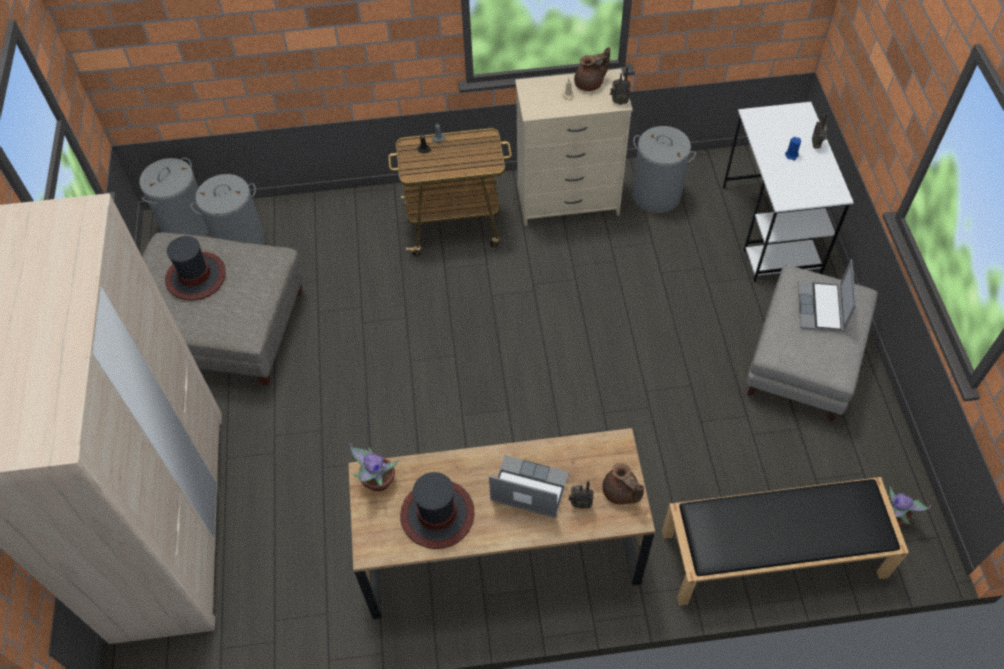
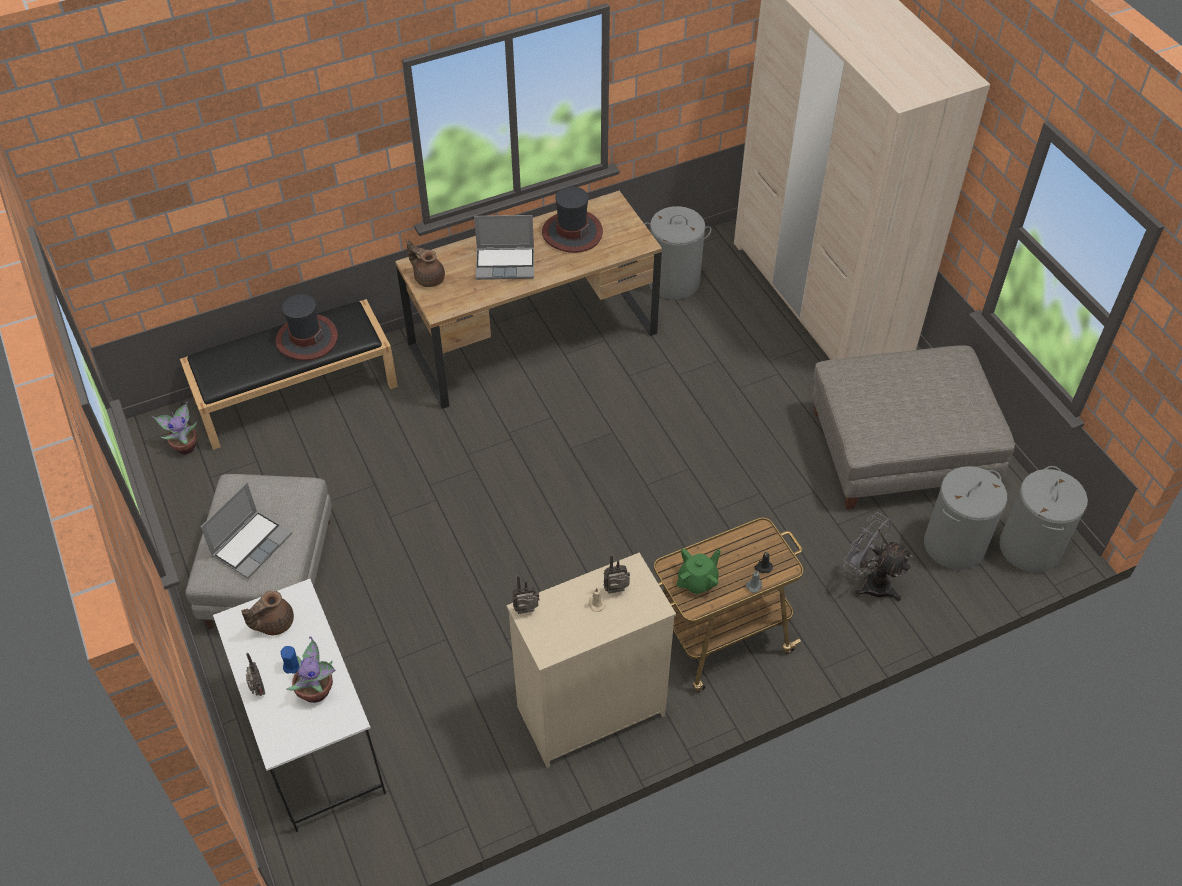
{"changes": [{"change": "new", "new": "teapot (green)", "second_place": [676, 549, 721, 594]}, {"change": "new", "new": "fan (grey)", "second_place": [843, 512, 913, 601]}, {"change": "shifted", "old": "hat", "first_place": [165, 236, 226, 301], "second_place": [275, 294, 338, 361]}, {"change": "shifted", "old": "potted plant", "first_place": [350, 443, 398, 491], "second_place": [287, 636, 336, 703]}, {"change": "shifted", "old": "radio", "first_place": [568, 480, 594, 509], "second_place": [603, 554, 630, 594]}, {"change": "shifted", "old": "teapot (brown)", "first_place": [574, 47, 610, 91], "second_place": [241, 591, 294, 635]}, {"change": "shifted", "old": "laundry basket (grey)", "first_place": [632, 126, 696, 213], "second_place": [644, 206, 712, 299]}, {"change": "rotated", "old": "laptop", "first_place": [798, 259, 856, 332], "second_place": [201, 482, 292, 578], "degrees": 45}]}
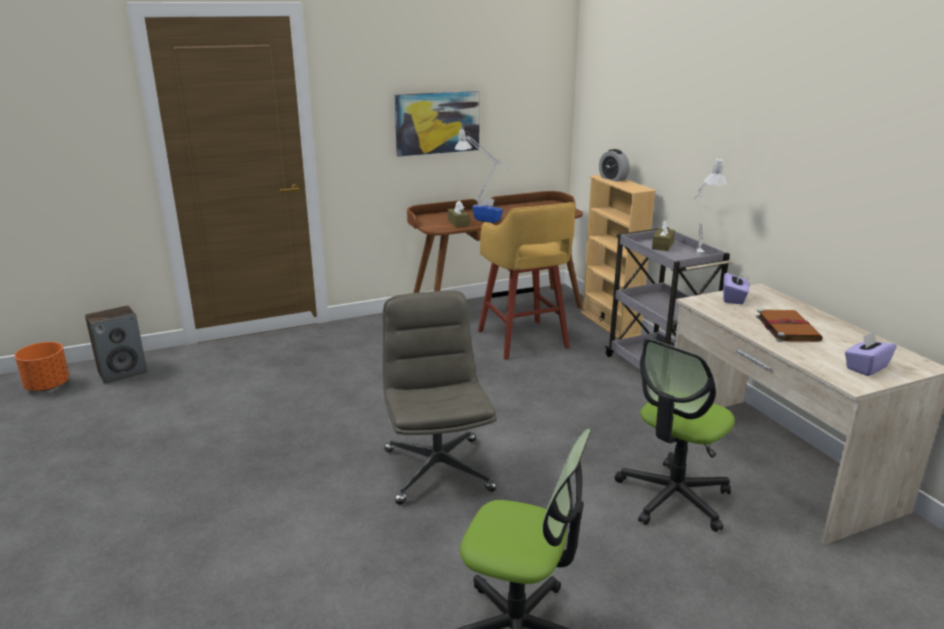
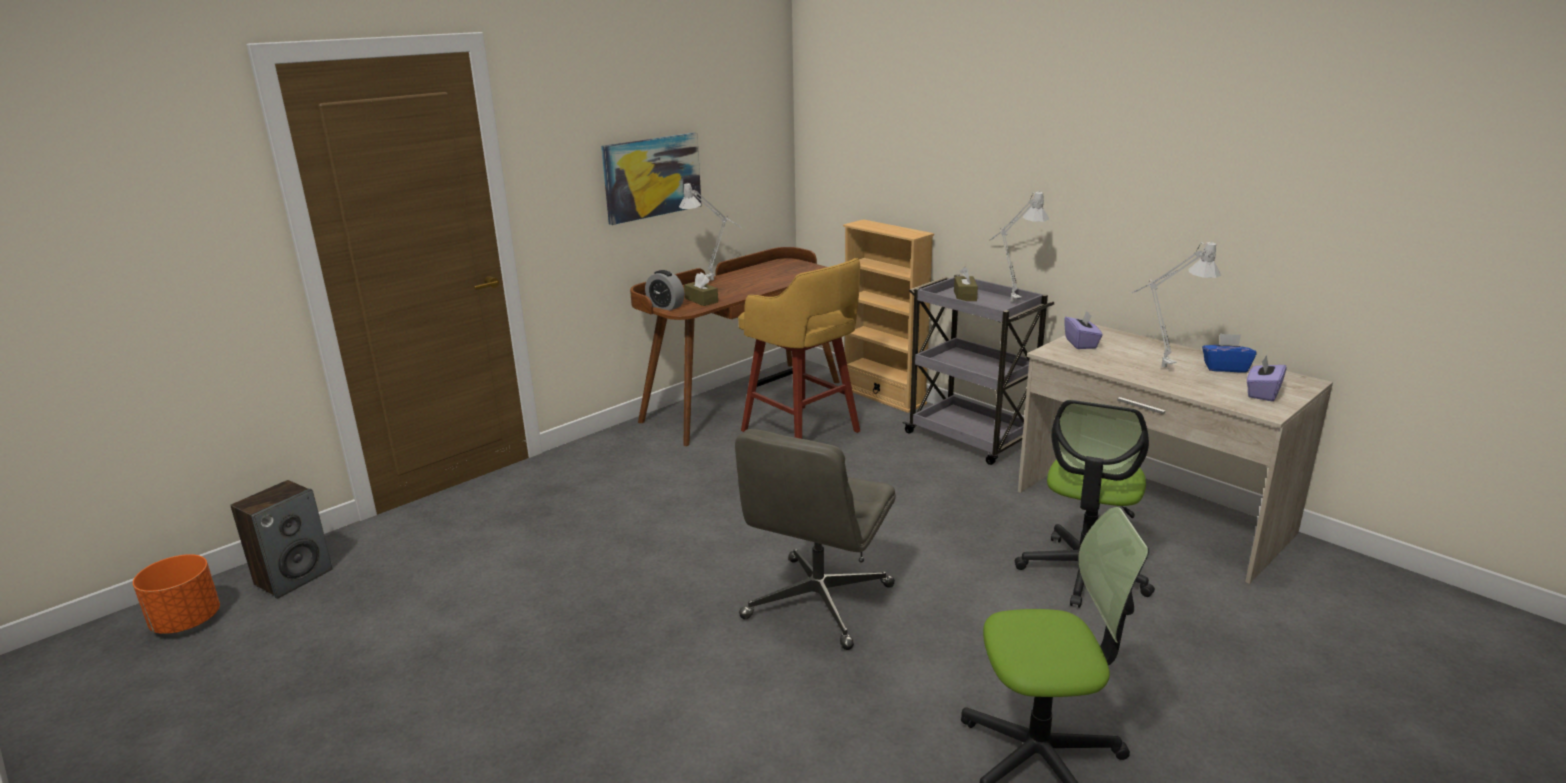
{"changes": [{"change": "shifted", "old": "tissue box (blue)", "first_place": [472, 198, 503, 223], "second_place": [1202, 333, 1257, 373]}, {"change": "shifted", "old": "alarm clock", "first_place": [599, 149, 630, 182], "second_place": [645, 270, 684, 311]}, {"change": "swapped", "old": "book (brown)", "new": "table lamp (grey)", "first_place": [756, 309, 823, 342], "second_place": [1132, 241, 1221, 372]}, {"change": "rotated", "old": "office chair (grey)", "first_place": [383, 290, 497, 505], "second_place": [735, 429, 896, 650], "degrees": -120}]}
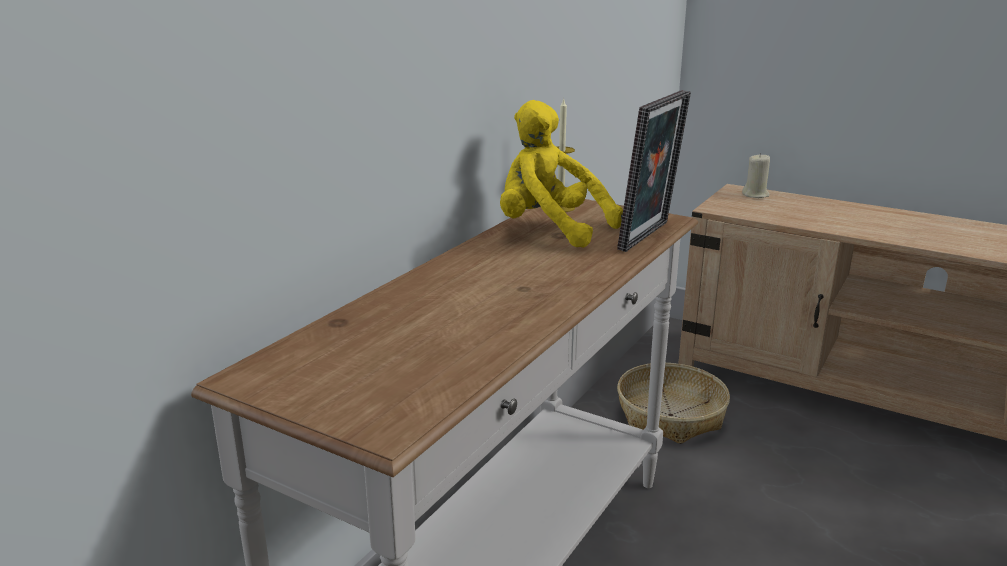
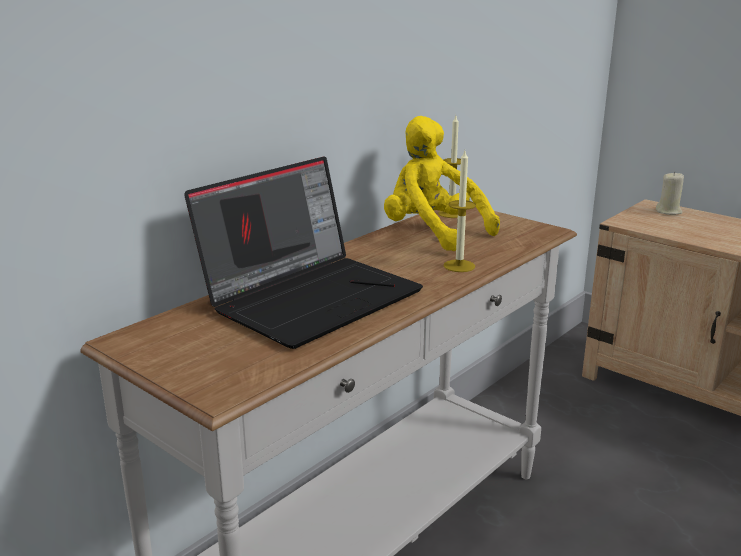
{"changes": [{"change": "gone", "old": "picture frame", "first_place": [617, 90, 691, 252]}, {"change": "gone", "old": "basket", "first_place": [617, 363, 730, 444]}, {"change": "new", "new": "laptop", "second_place": [184, 156, 423, 349]}, {"change": "new", "new": "candle", "second_place": [444, 151, 476, 272]}]}
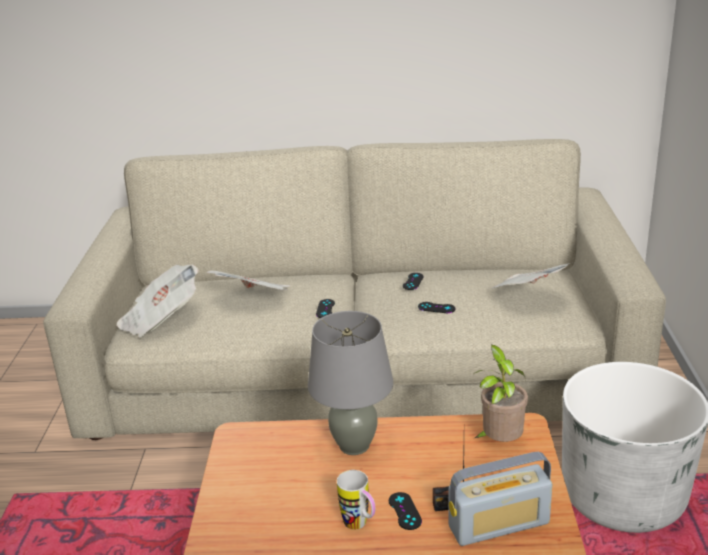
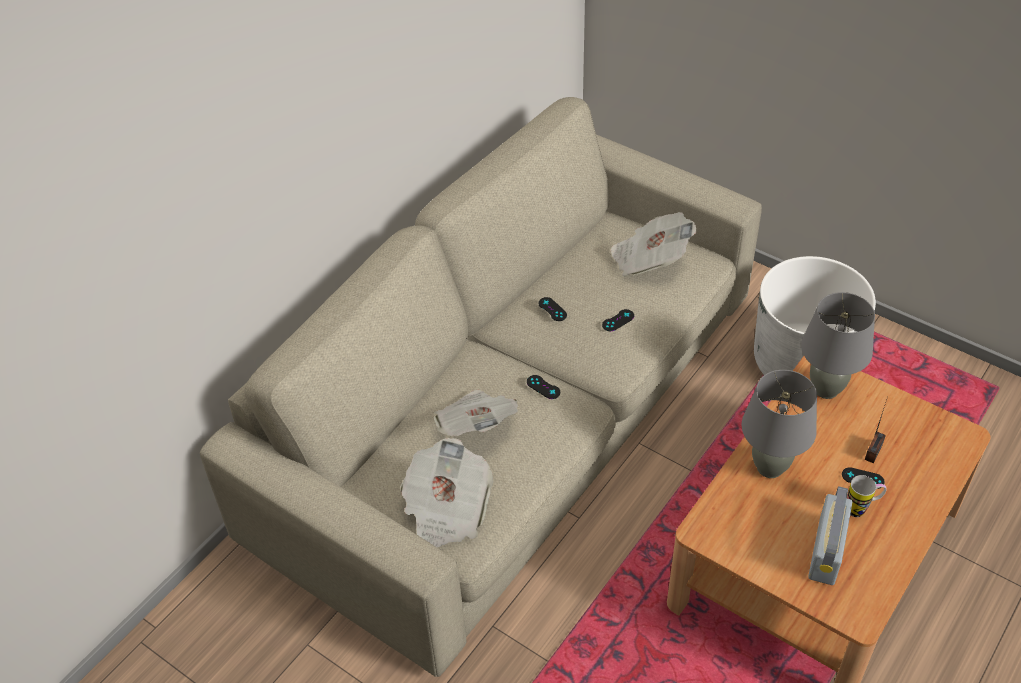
{"changes": [{"change": "shifted", "old": "radio", "first_place": [449, 452, 552, 546], "second_place": [808, 486, 852, 585]}, {"change": "swapped", "old": "potted plant", "new": "table lamp (grey)", "first_place": [474, 345, 528, 442], "second_place": [801, 292, 875, 399]}]}
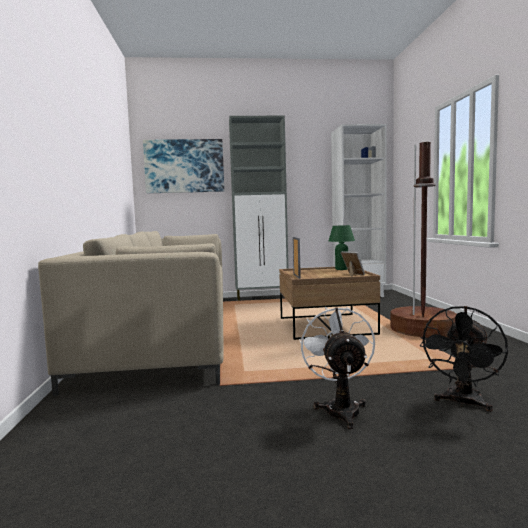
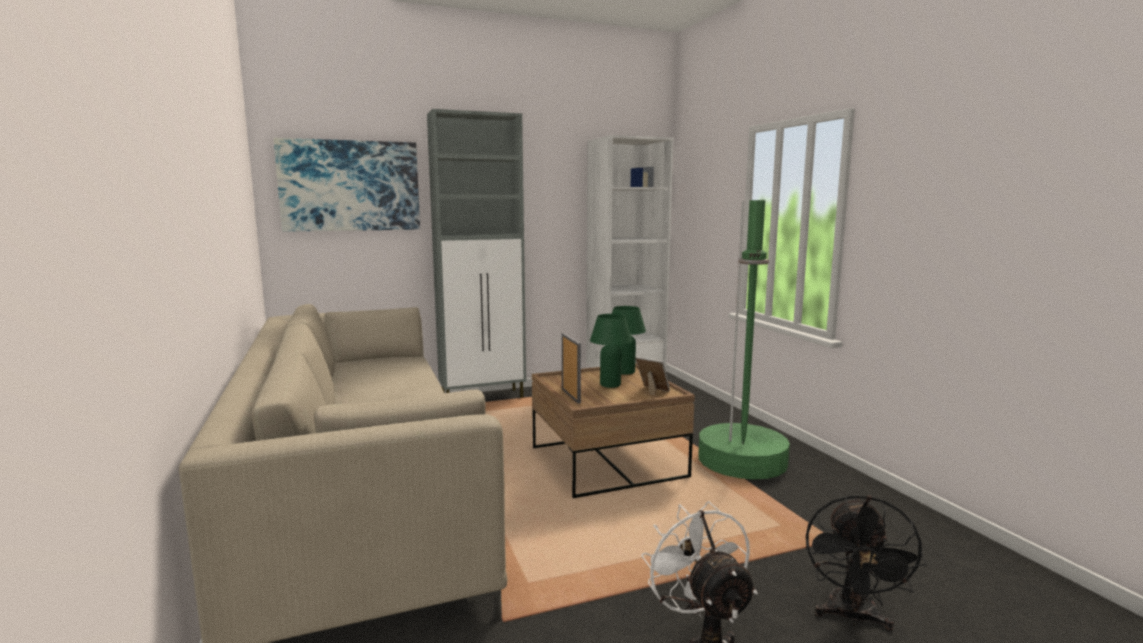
{"changes": [{"change": "new", "new": "table lamp (green)", "second_place": [590, 314, 632, 388]}, {"change": "repainted", "old": "floor lamp (brown)", "new": "floor lamp (green)", "first_place": [391, 142, 456, 338], "second_place": [698, 200, 790, 480]}]}
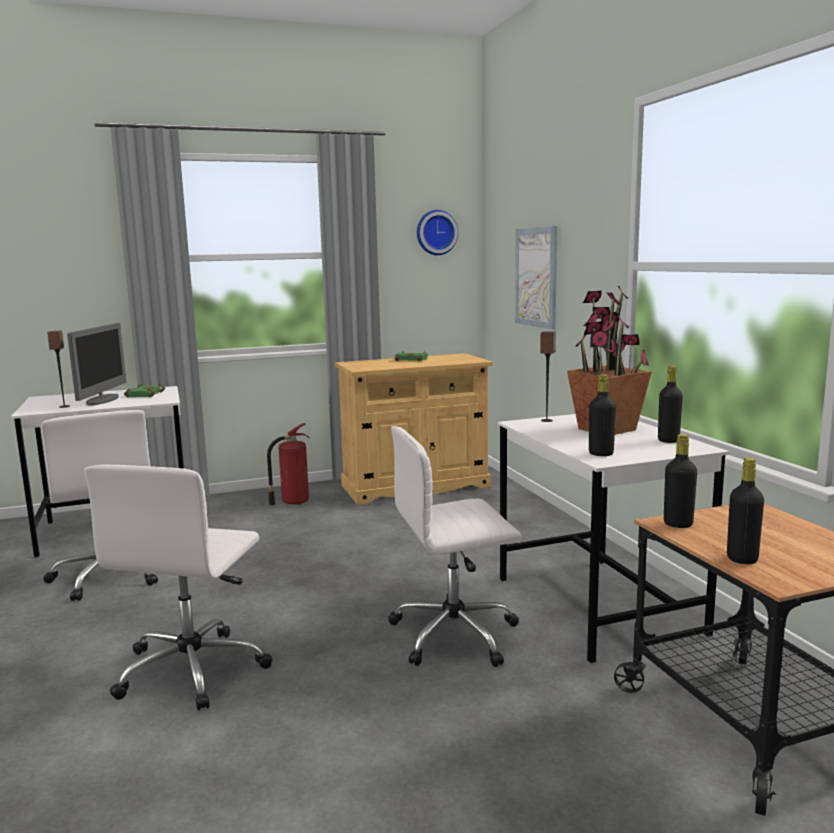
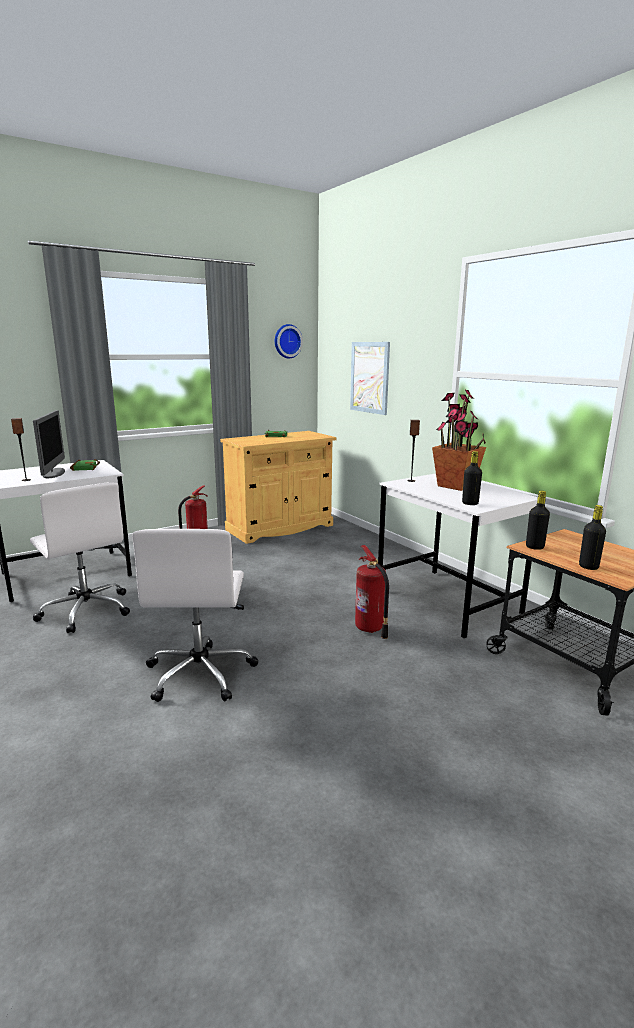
{"changes": [{"change": "gone", "old": "bottle (black)", "first_place": [658, 366, 683, 443]}, {"change": "swapped", "old": "office chair (white)", "new": "fire extinguisher", "first_place": [388, 426, 522, 667], "second_place": [355, 545, 389, 639]}]}
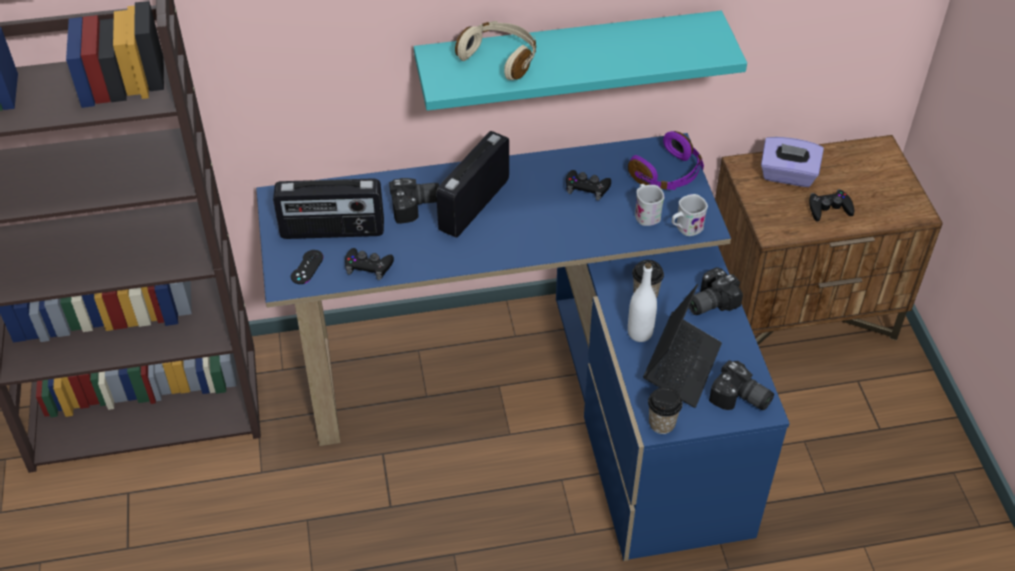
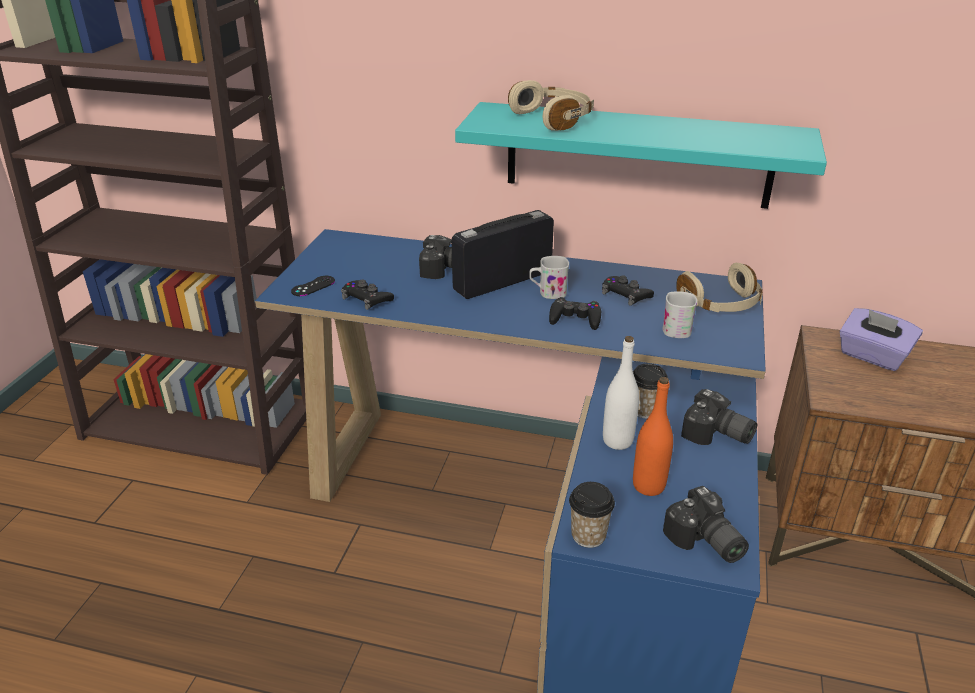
{"changes": [{"change": "gone", "old": "radio", "first_place": [273, 178, 384, 239]}, {"change": "shifted", "old": "mug (white)", "first_place": [672, 194, 708, 236], "second_place": [529, 256, 569, 299]}, {"change": "shifted", "old": "game controller (black)", "first_place": [809, 189, 854, 221], "second_place": [549, 297, 601, 330]}, {"change": "swapped", "old": "laptop", "new": "bottle (orange)", "first_place": [643, 284, 722, 408], "second_place": [633, 377, 673, 496]}, {"change": "repainted", "old": "headphones (purple)", "new": "headphones (beige)", "first_place": [628, 131, 704, 190], "second_place": [676, 263, 763, 312]}, {"change": "rotated", "old": "photo camera", "first_place": [689, 267, 743, 315], "second_place": [681, 389, 757, 445], "degrees": -135}]}
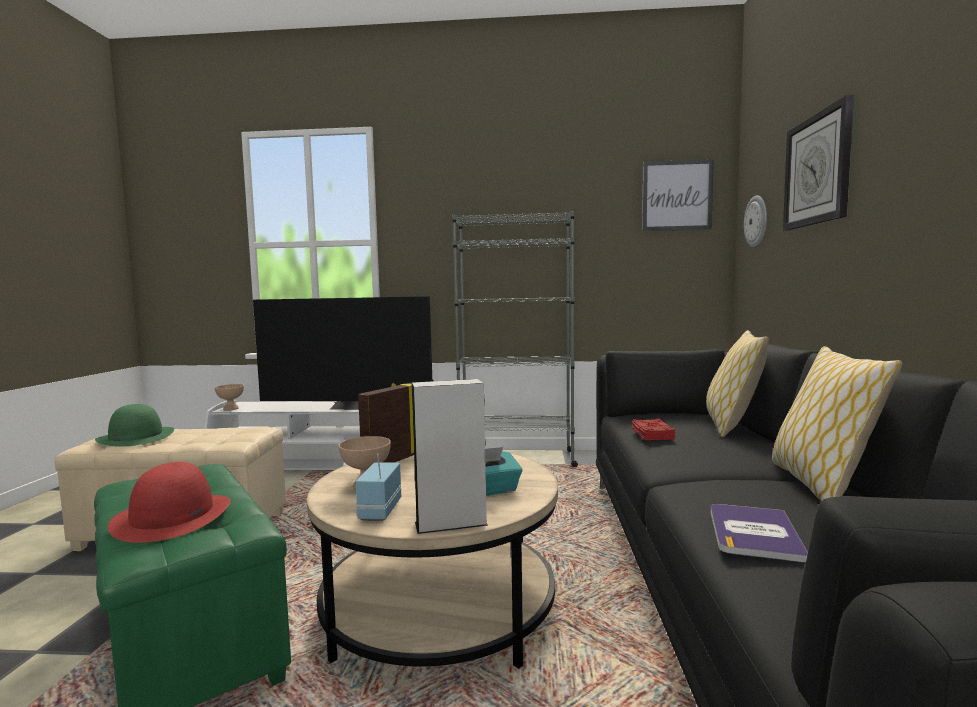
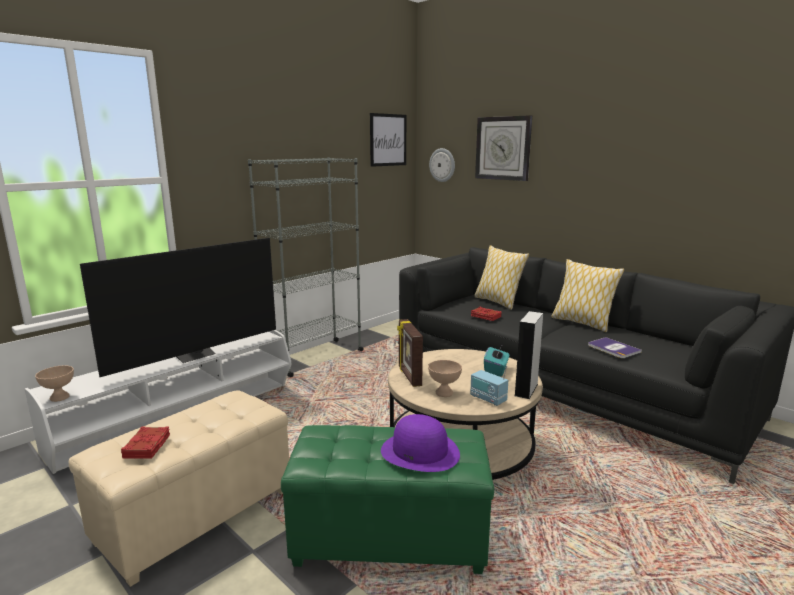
{"changes": [{"change": "swapped", "old": "hat (green)", "new": "book (red)", "first_place": [95, 404, 174, 447], "second_place": [121, 426, 170, 458]}, {"change": "repainted", "old": "hat (red)", "new": "hat (purple)", "first_place": [108, 462, 230, 543], "second_place": [381, 414, 460, 472]}]}
